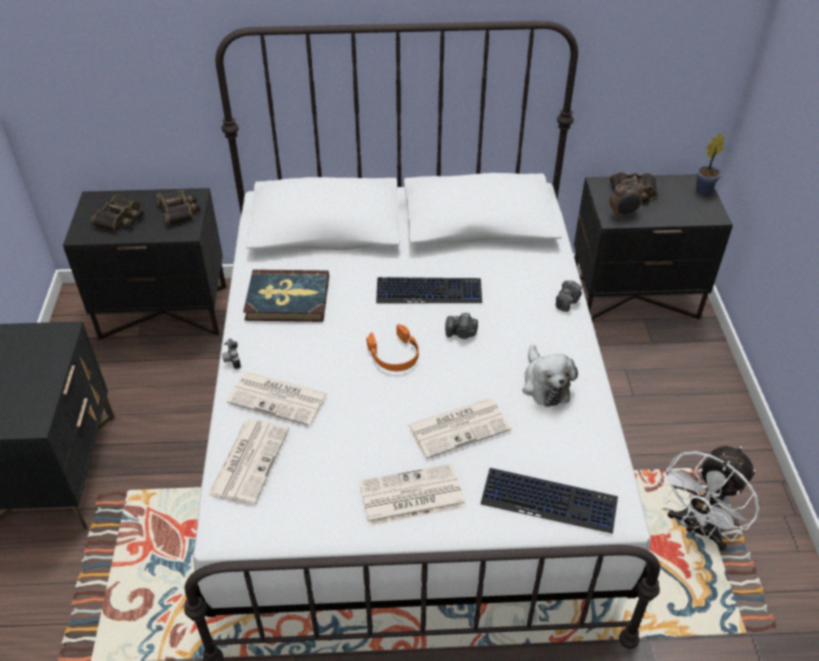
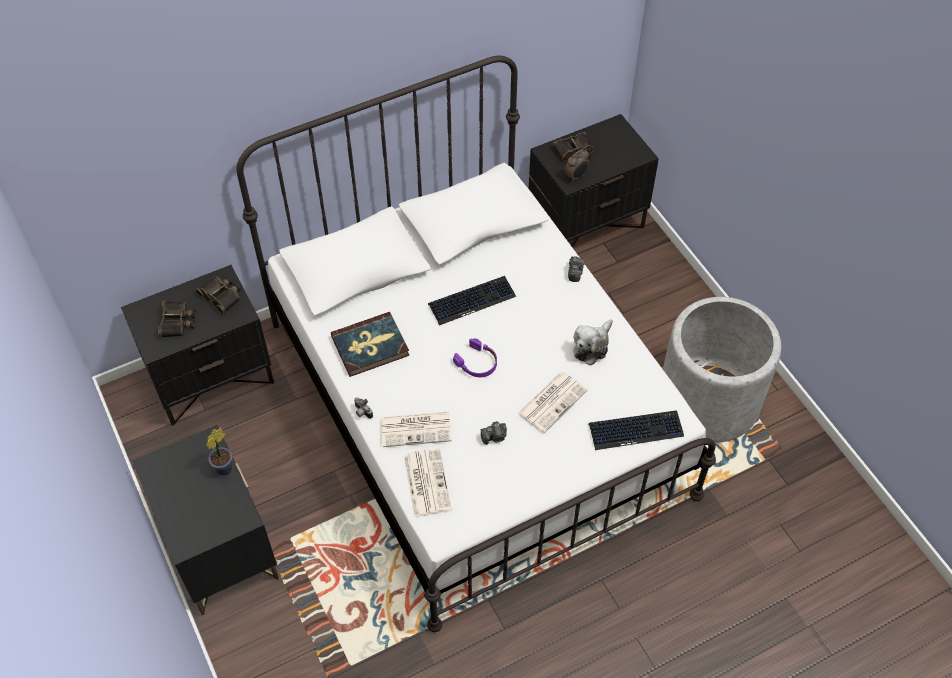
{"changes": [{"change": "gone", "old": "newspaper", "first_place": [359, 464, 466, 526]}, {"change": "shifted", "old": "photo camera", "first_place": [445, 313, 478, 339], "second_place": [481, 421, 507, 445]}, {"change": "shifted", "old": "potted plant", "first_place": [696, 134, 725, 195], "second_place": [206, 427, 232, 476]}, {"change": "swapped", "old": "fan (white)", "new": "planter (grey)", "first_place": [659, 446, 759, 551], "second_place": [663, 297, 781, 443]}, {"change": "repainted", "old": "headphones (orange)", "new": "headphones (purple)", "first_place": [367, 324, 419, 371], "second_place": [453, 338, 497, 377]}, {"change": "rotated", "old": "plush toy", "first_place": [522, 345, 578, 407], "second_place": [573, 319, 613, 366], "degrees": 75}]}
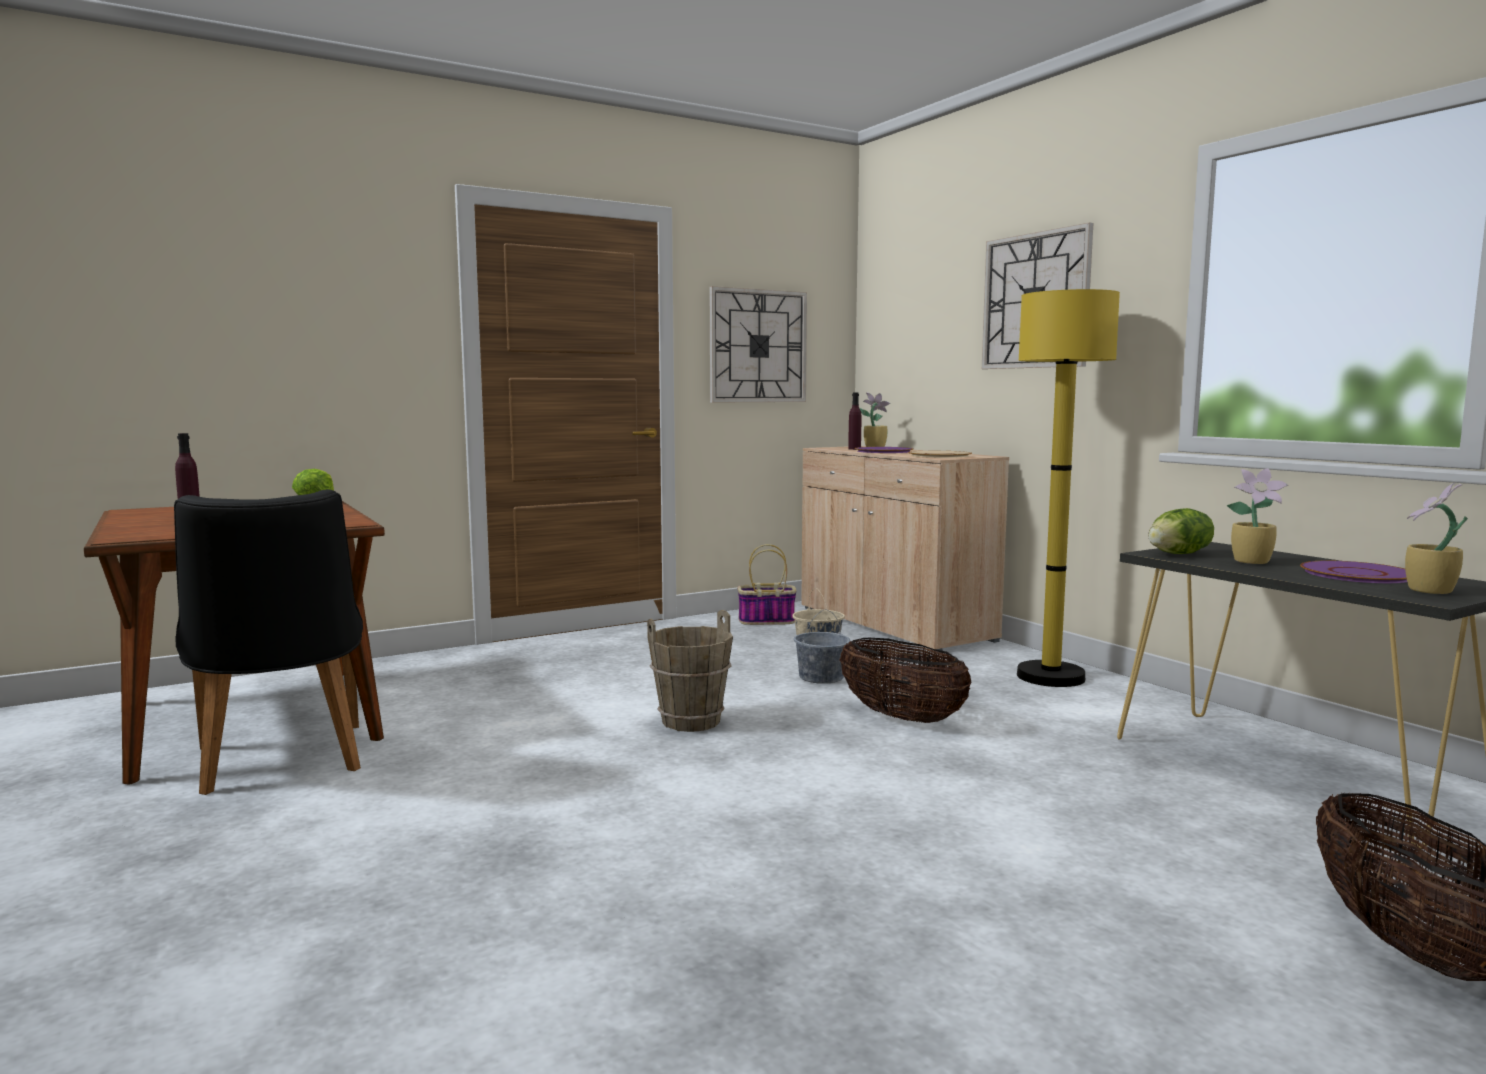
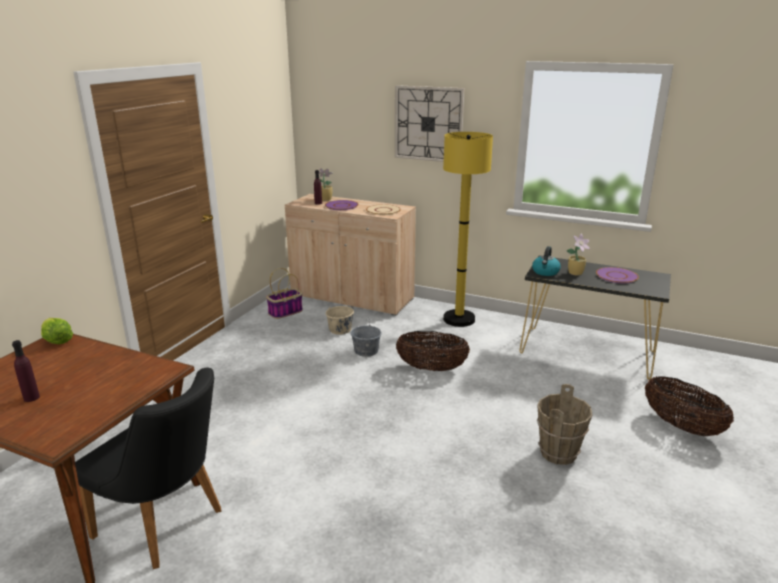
{"changes": [{"change": "gone", "old": "wall clock", "first_place": [710, 286, 807, 403]}, {"change": "gone", "old": "potted plant", "first_place": [1405, 483, 1468, 594]}, {"change": "shifted", "old": "bucket (brown)", "first_place": [647, 610, 733, 732], "second_place": [537, 384, 592, 465]}, {"change": "swapped", "old": "lettuce", "new": "kettle", "first_place": [1148, 508, 1214, 554], "second_place": [532, 246, 561, 276]}]}
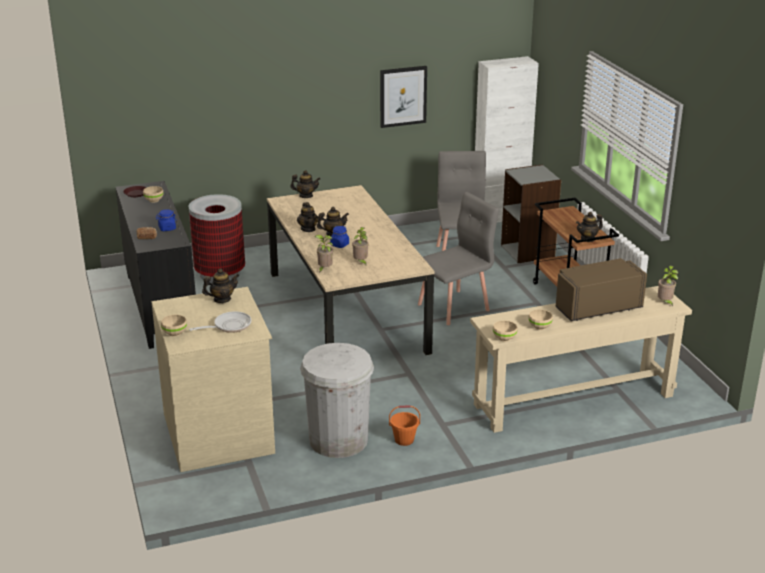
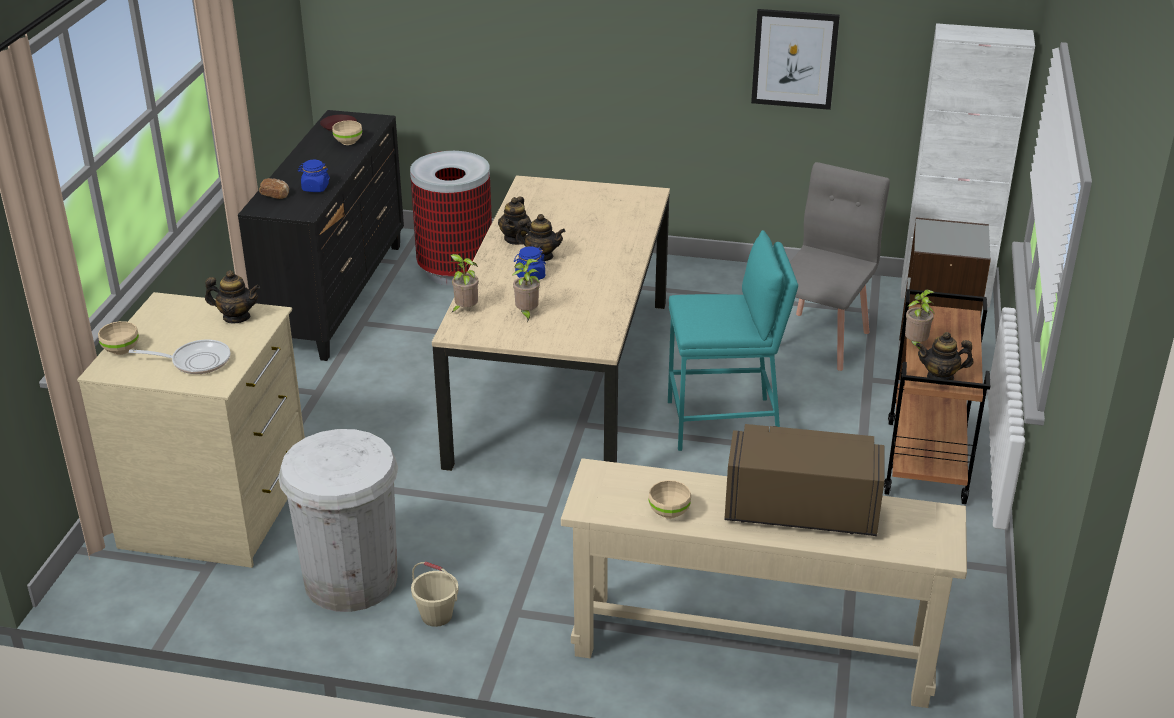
{"changes": [{"change": "gone", "old": "teapot", "first_place": [290, 170, 320, 198]}, {"change": "gone", "old": "bowl (beige)", "first_place": [493, 320, 517, 342]}, {"change": "shifted", "old": "potted plant", "first_place": [658, 266, 678, 306], "second_place": [905, 290, 935, 350]}, {"change": "swapped", "old": "chair (grey)", "new": "stool (turquoise)", "first_place": [418, 192, 499, 325], "second_place": [668, 230, 798, 451]}, {"change": "repainted", "old": "bucket (orange)", "new": "bucket (beige)", "first_place": [389, 405, 420, 446], "second_place": [411, 561, 459, 627]}]}
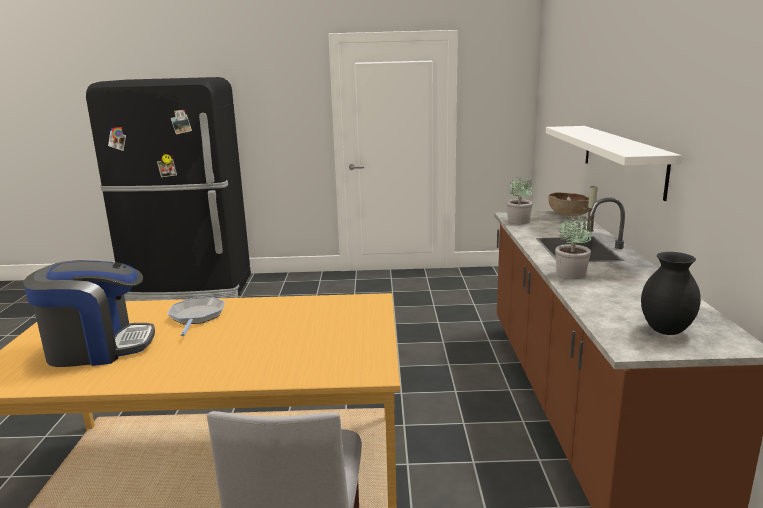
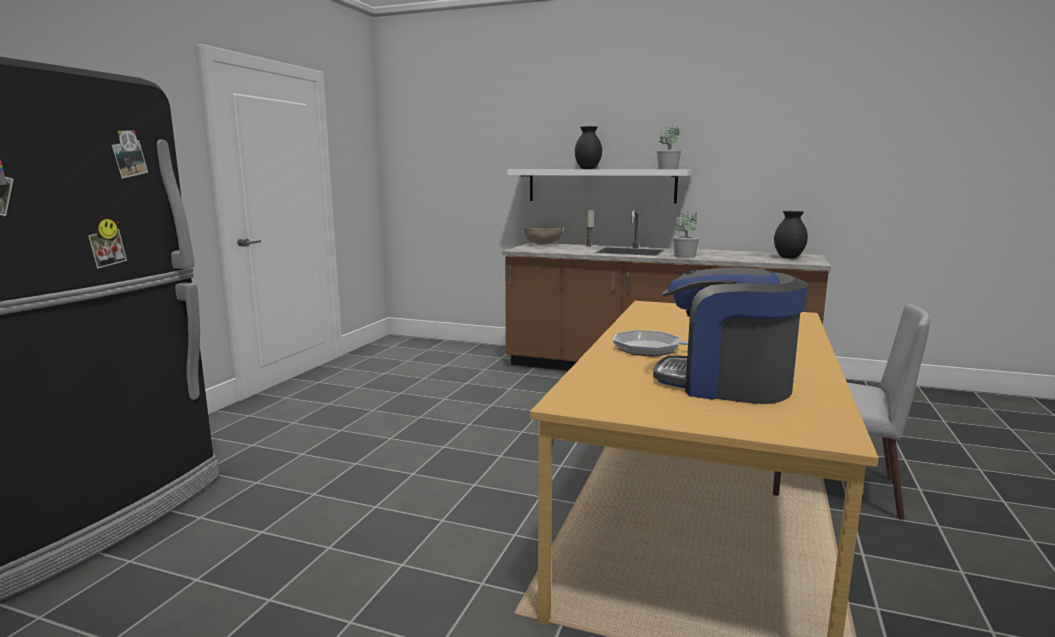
{"changes": [{"change": "new", "new": "vase (black)", "second_place": [575, 126, 602, 169]}, {"change": "shifted", "old": "potted plant", "first_place": [506, 177, 533, 224], "second_place": [657, 124, 681, 169]}, {"change": "rotated", "old": "coffee machine", "first_place": [23, 260, 155, 367], "second_place": [653, 268, 808, 404], "degrees": -75}]}
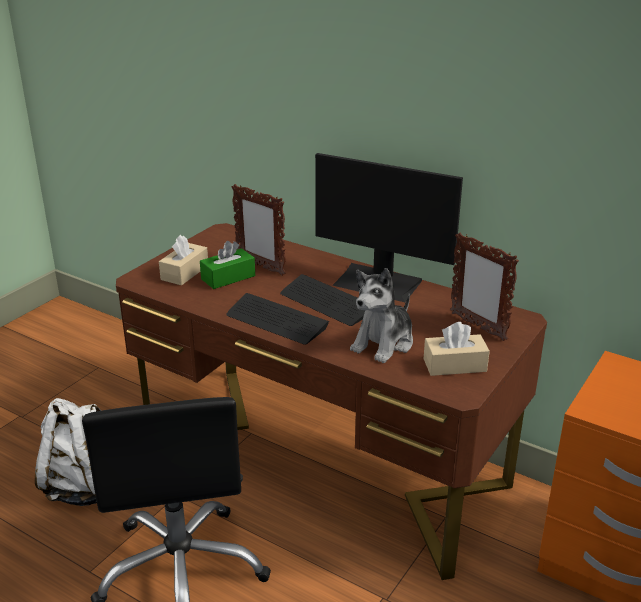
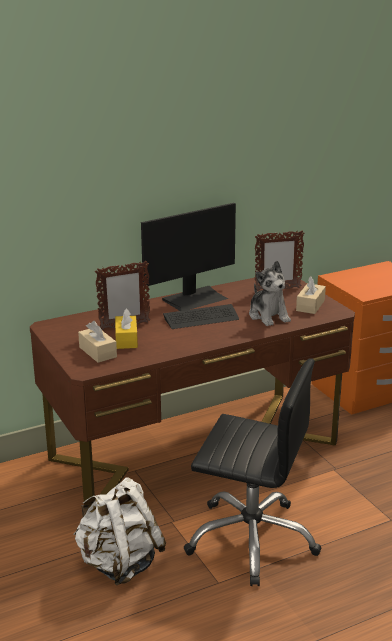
{"changes": [{"change": "gone", "old": "keyboard", "first_place": [226, 293, 329, 345]}, {"change": "repainted", "old": "tissue box (green)", "new": "tissue box (yellow)", "first_place": [200, 241, 255, 289], "second_place": [115, 308, 138, 349]}]}
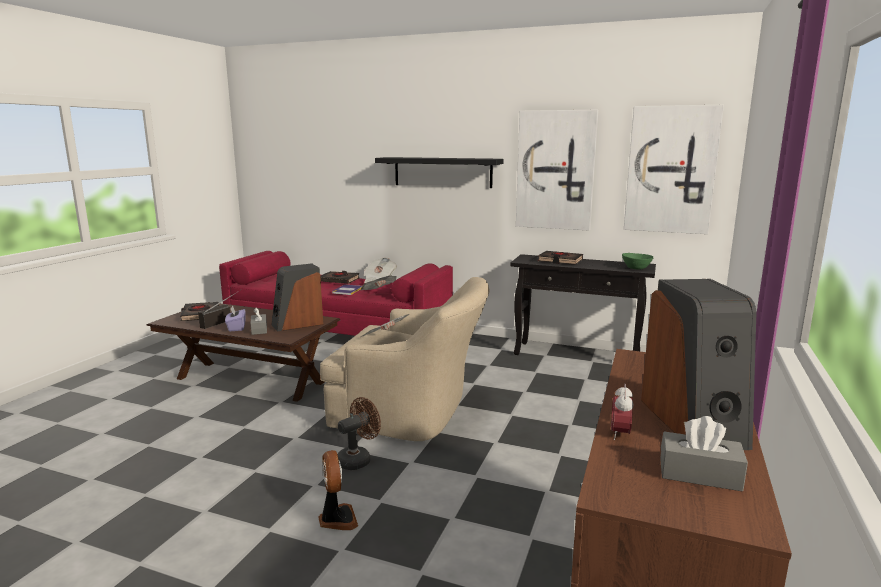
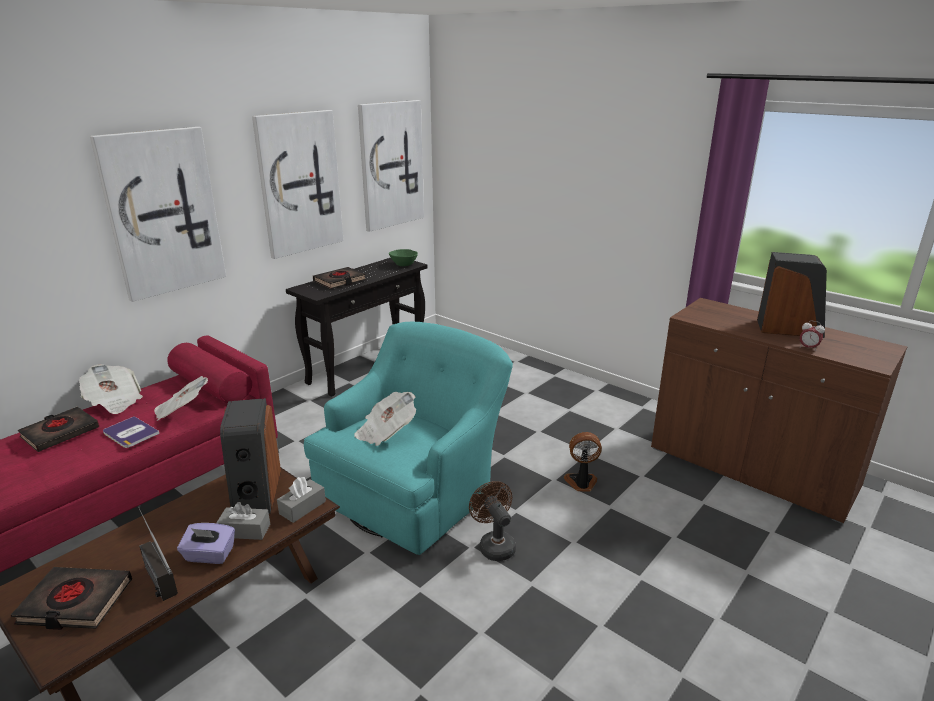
{"changes": [{"change": "shifted", "old": "fan", "first_place": [318, 450, 358, 530], "second_place": [564, 432, 602, 491]}, {"change": "shifted", "old": "tissue box (grey)", "first_place": [660, 416, 748, 491], "second_place": [277, 477, 326, 523]}, {"change": "swapped", "old": "shelf (black)", "new": "picture", "first_place": [375, 157, 503, 188], "second_place": [90, 127, 226, 302]}, {"change": "repainted", "old": "armchair (beige)", "new": "armchair (turquoise)", "first_place": [320, 277, 490, 441], "second_place": [304, 322, 513, 555]}]}
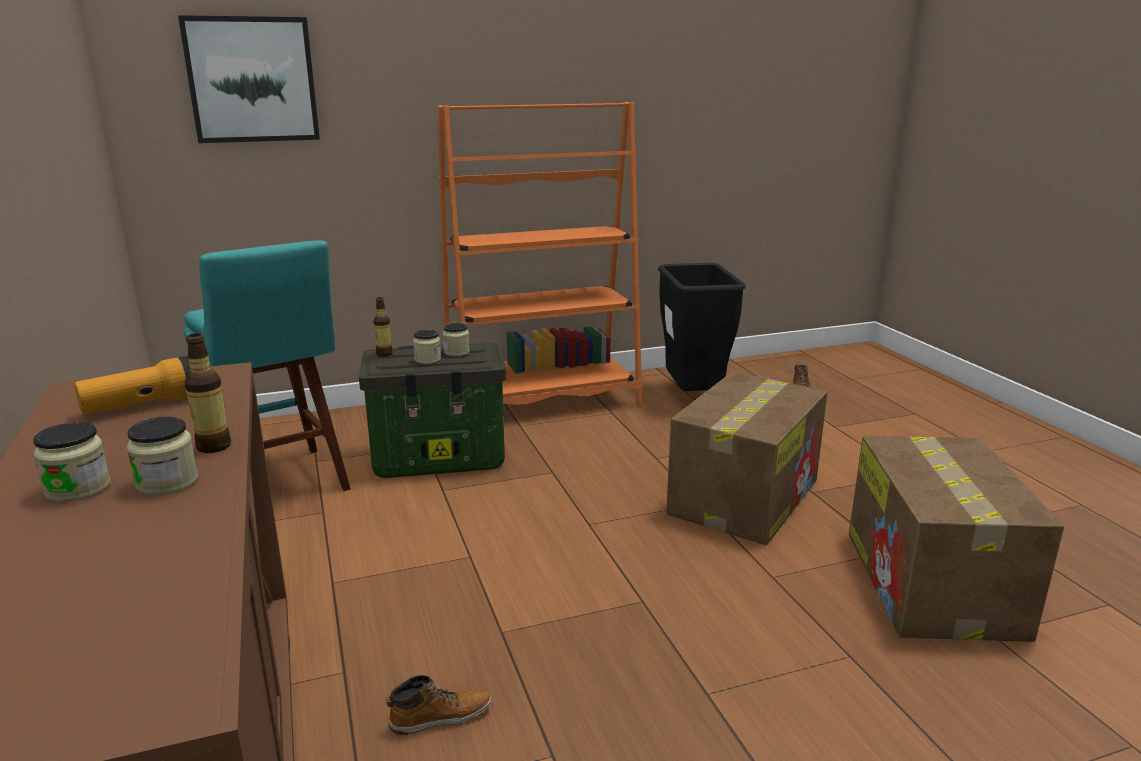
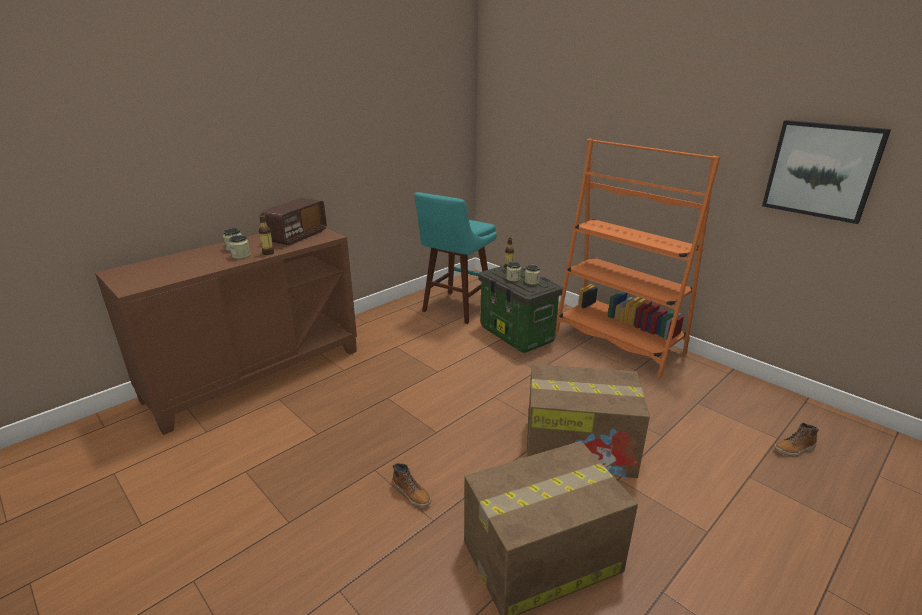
{"changes": [{"change": "gone", "old": "trash can (black)", "first_place": [658, 263, 746, 391]}, {"change": "shifted", "old": "picture", "first_place": [178, 15, 320, 143], "second_place": [762, 120, 891, 224]}, {"change": "shifted", "old": "boot", "first_place": [386, 675, 491, 735], "second_place": [393, 463, 431, 507]}, {"change": "swapped", "old": "flashlight", "new": "radio", "first_place": [74, 356, 190, 415], "second_place": [261, 198, 327, 245]}]}
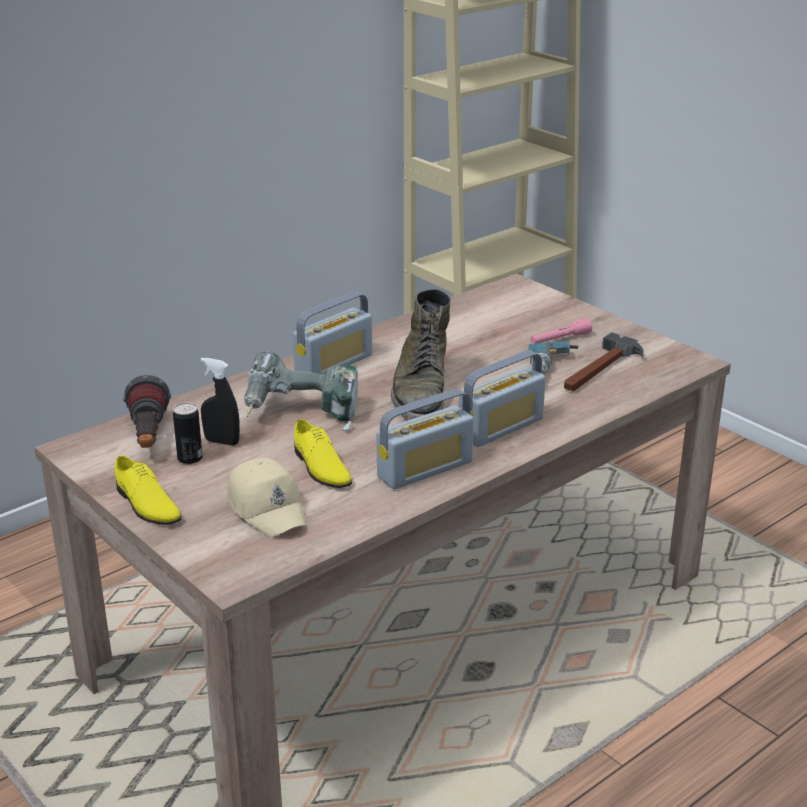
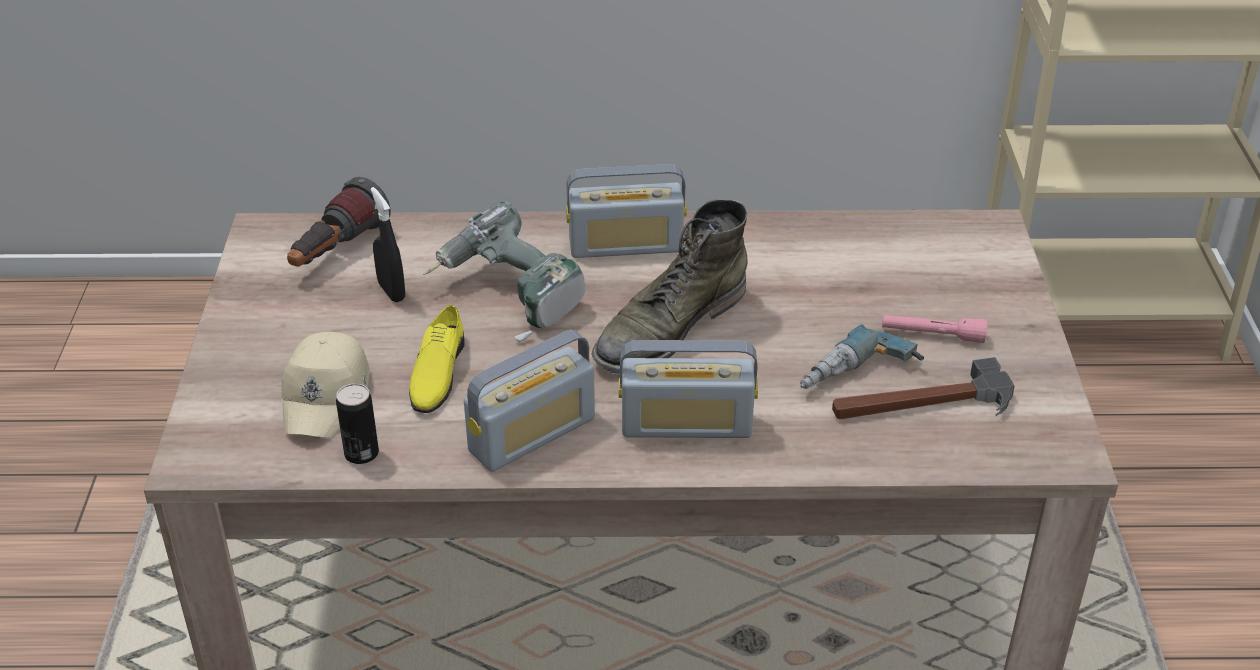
{"changes": [{"change": "gone", "old": "shoe (yellow)", "first_place": [115, 455, 182, 525]}, {"change": "shifted", "old": "can", "first_place": [173, 403, 203, 464], "second_place": [336, 383, 379, 464]}, {"change": "rotated", "old": "radio", "first_place": [377, 389, 474, 489], "second_place": [464, 330, 595, 472], "degrees": -45}]}
